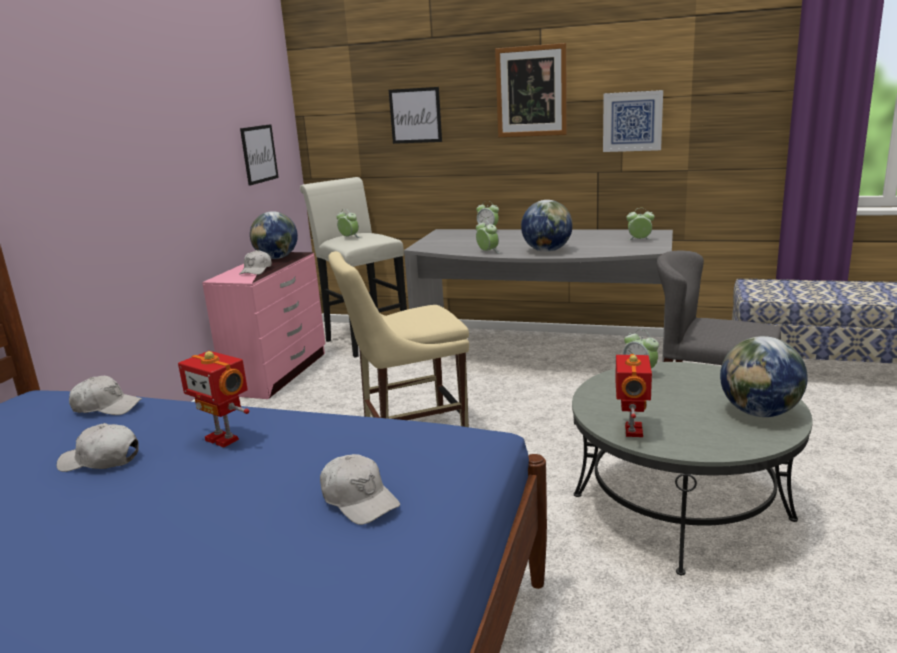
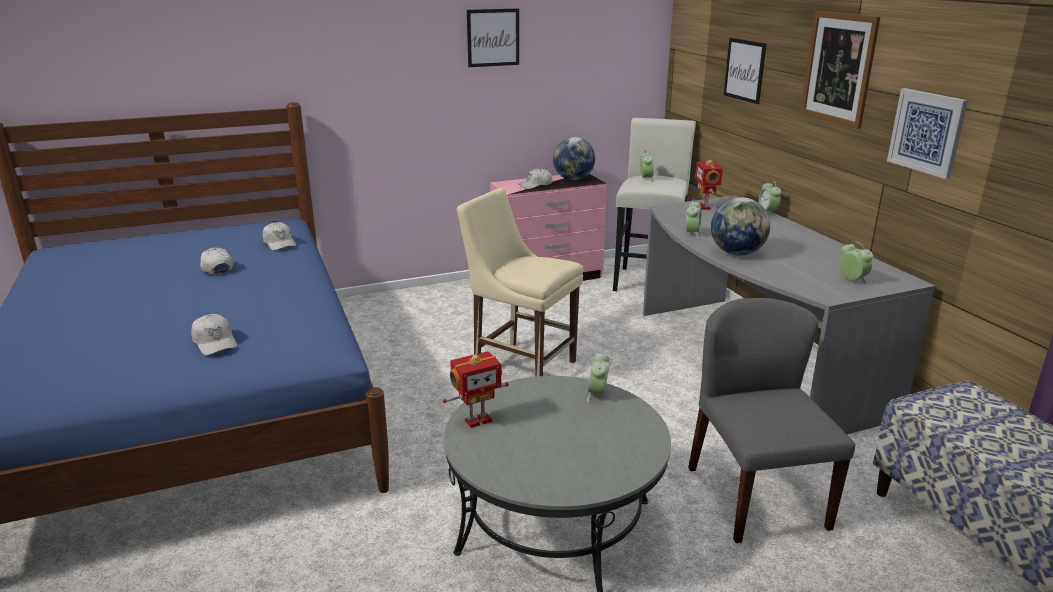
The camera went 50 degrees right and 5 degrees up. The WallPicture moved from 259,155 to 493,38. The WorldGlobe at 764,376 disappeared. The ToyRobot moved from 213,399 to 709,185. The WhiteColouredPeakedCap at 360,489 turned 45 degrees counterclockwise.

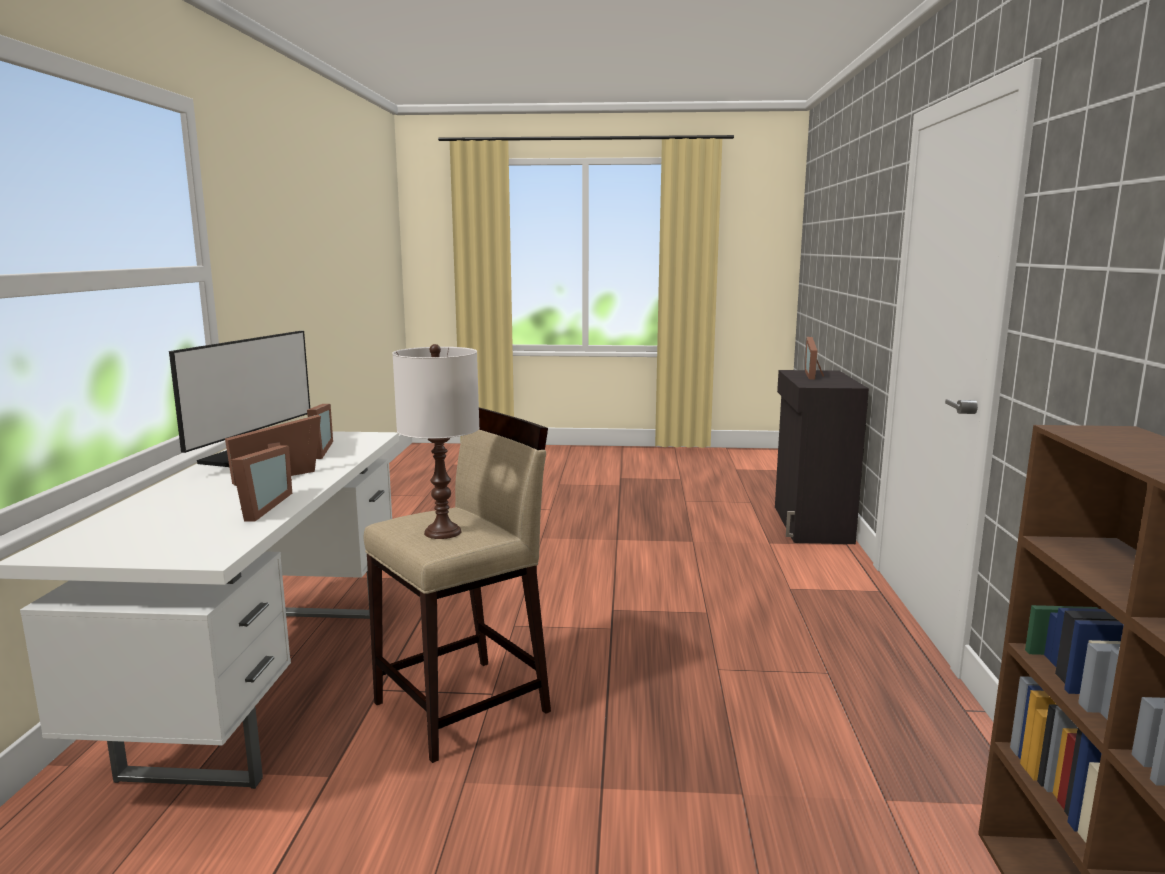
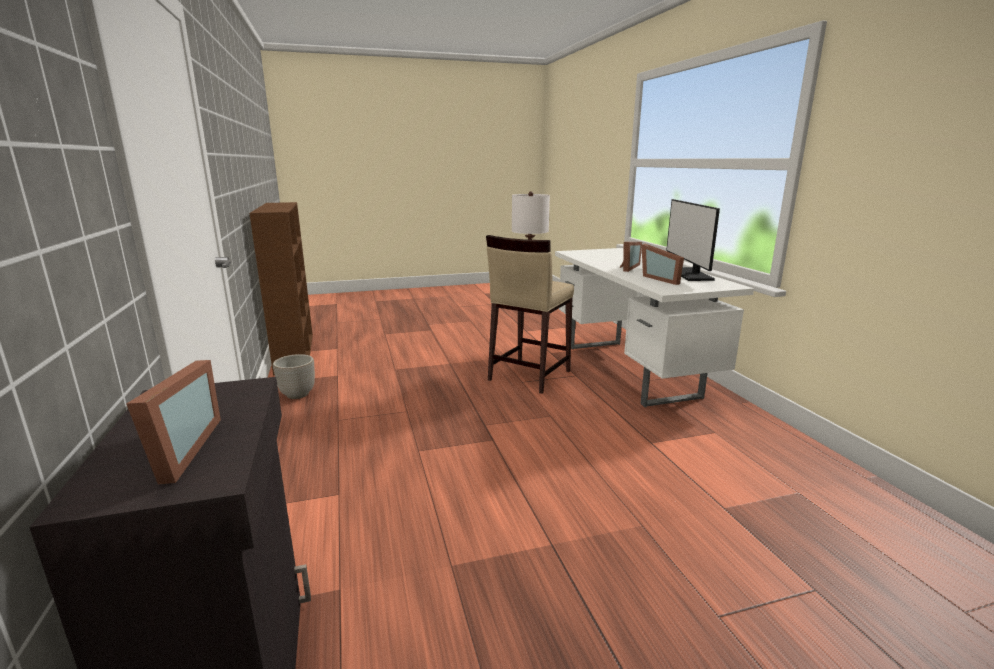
The camera went 160 degrees right and 5 degrees up. The PhotoFrame at 261,484 disappeared. The FlowerPot at 294,376 appeared.

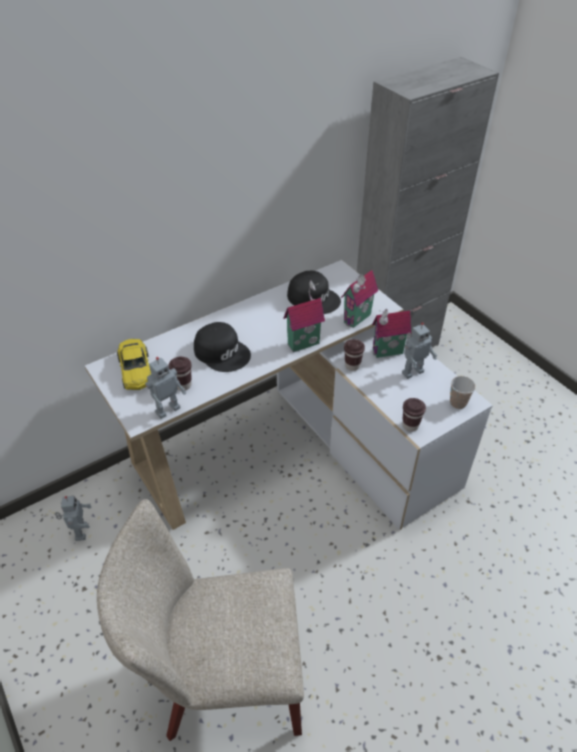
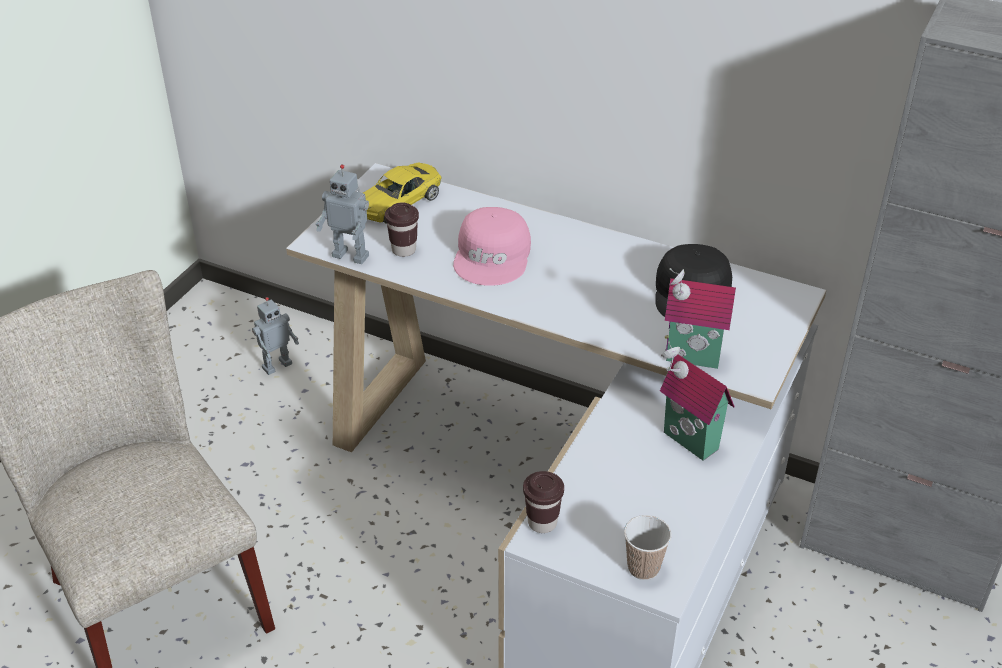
The camera went 60 degrees right and 5 degrees down. The ToyHouse at 304,316 disappeared. The BlackColouredPeakedCap at 222,347 became the PinkishPeakedCap at 492,246. The ToyRobot at 420,350 disappeared. The BrownishSmallCup at 354,355 disappeared.

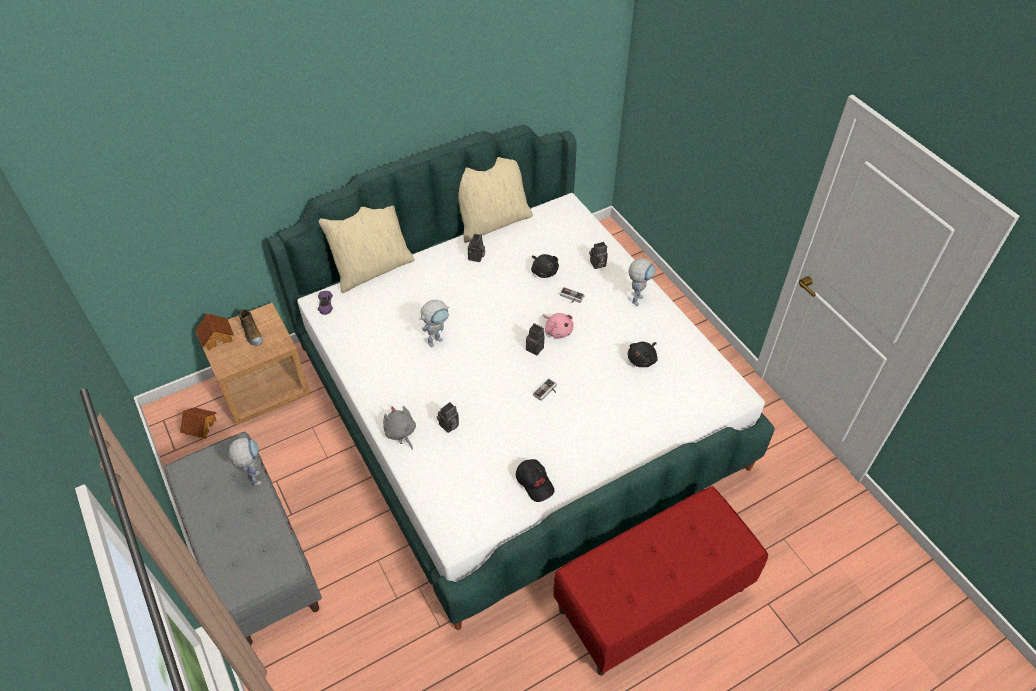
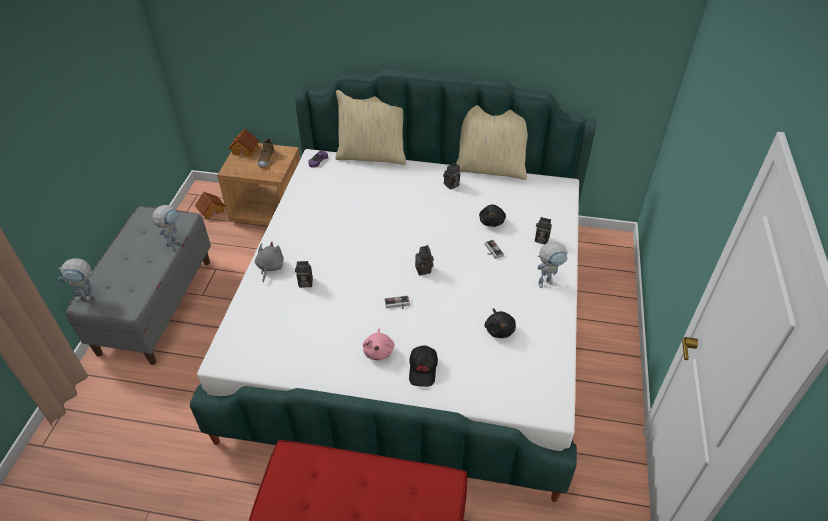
The camera went 40 degrees right and 5 degrees down. The ToyRobot moved from 434,324 to 76,279. The PinkishCuddlyToy moved from 558,326 to 378,344. The BlackColouredCuddlyToy at 643,354 turned 90 degrees counterclockwise. The BlackColouredPeakedCap moved from 535,480 to 423,366.

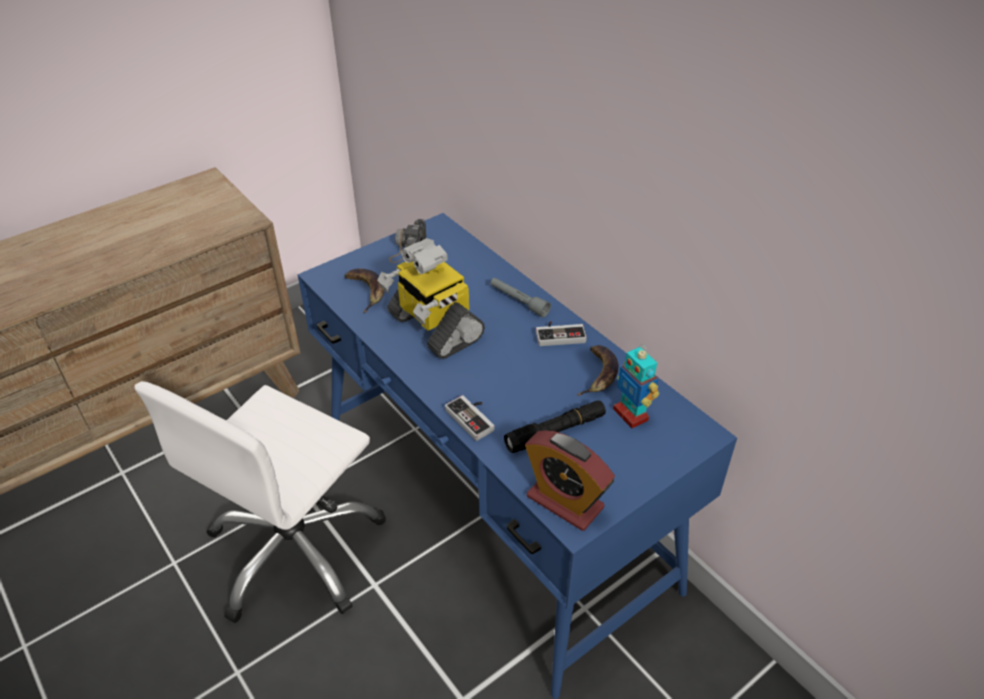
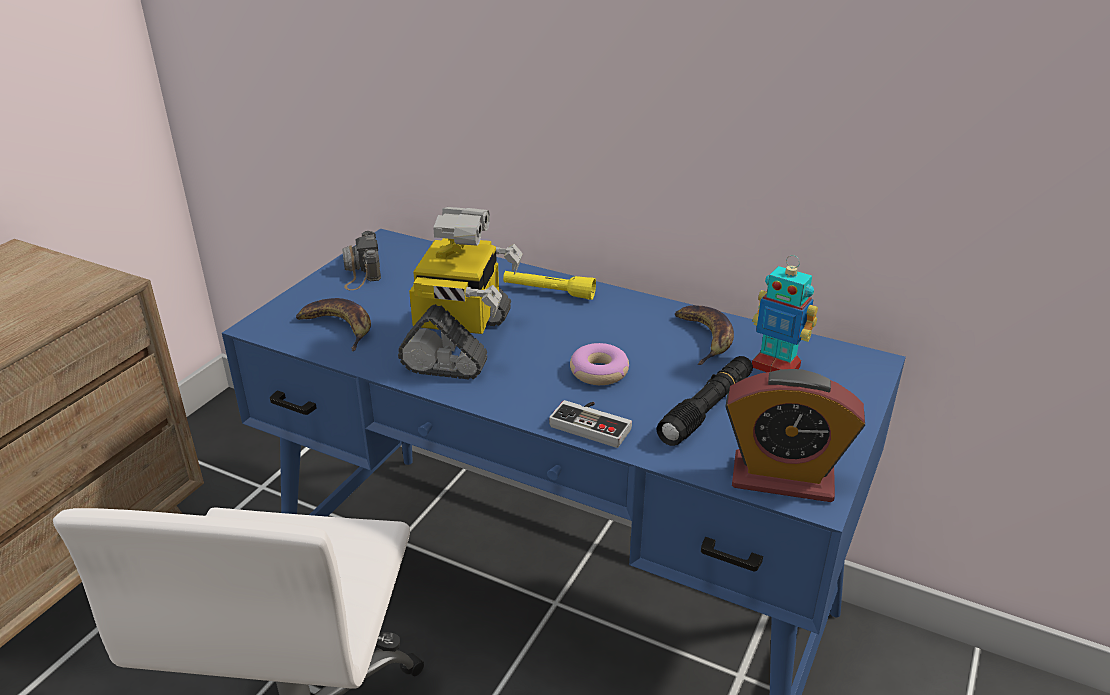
The camera went 25 degrees left and 10 degrees down. The ToyRobot at 431,298 turned 105 degrees counterclockwise. The GreyishHandTorch at 520,297 became the YellowHandTorch at 549,285. The Gamepad at 561,333 disappeared. The RingDoughnut at 599,364 appeared.

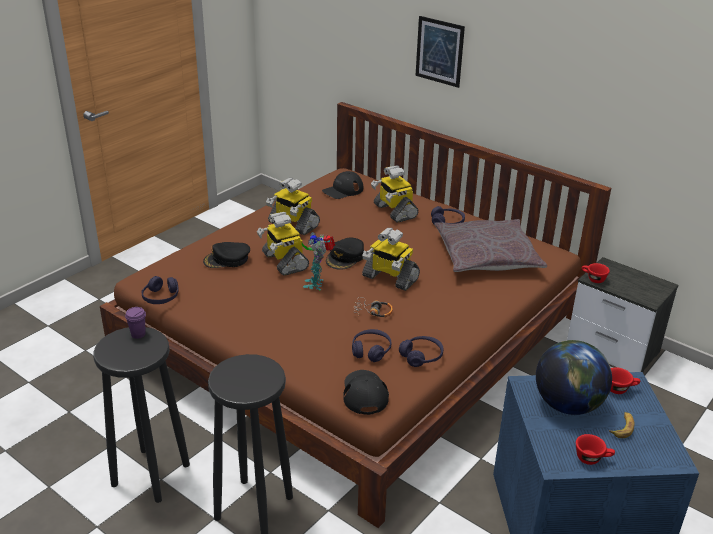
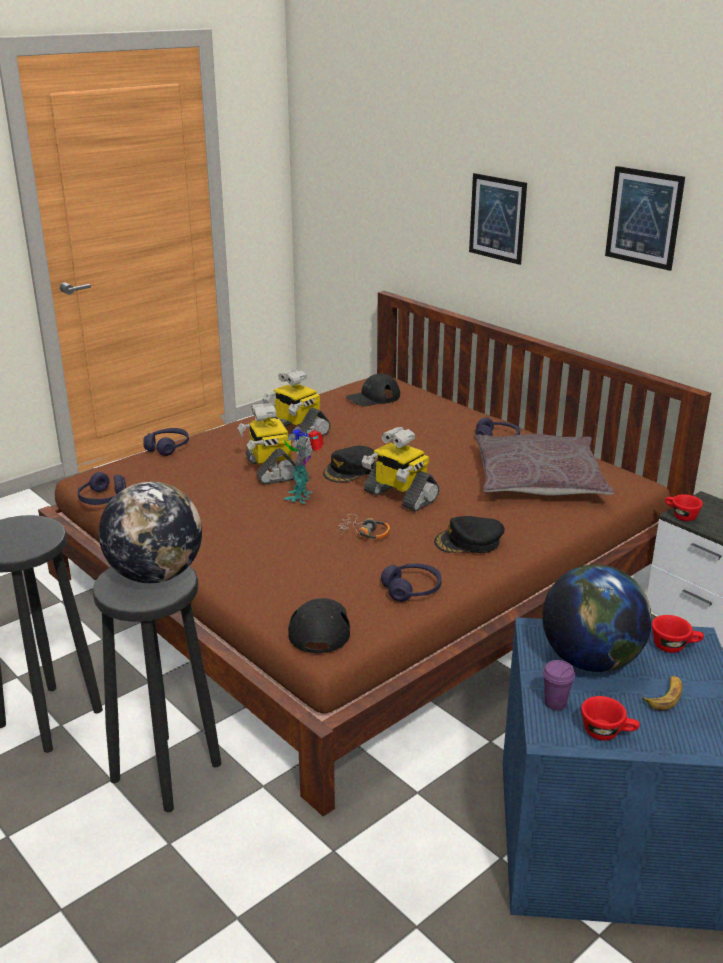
The camera went 10 degrees right and 5 degrees down. The ToyRobot at 395,194 disappeared. The BlackColouredPeakedCap moved from 226,255 to 469,534. The PurpleSmallCup moved from 135,323 to 559,685. The PurpleHeadphones moved from 371,345 to 166,442. The WallPicture at 645,218 appeared. The WorldGlobe at 150,532 appeared.

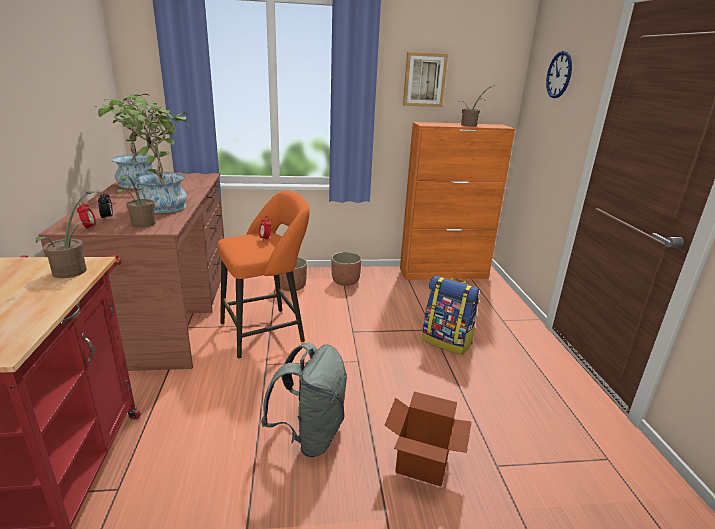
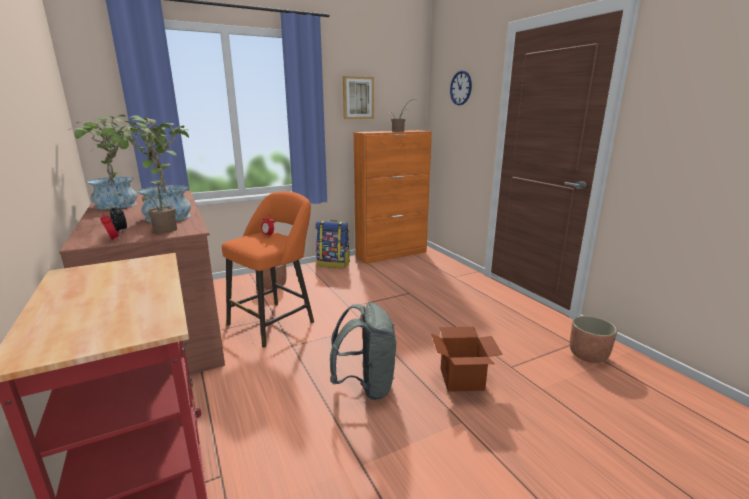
The camera went 20 degrees left and 5 degrees down. The PlantInAPot at 68,234 disappeared. The FlowerPot moved from 346,269 to 593,339. The Knapsack moved from 450,315 to 333,244.

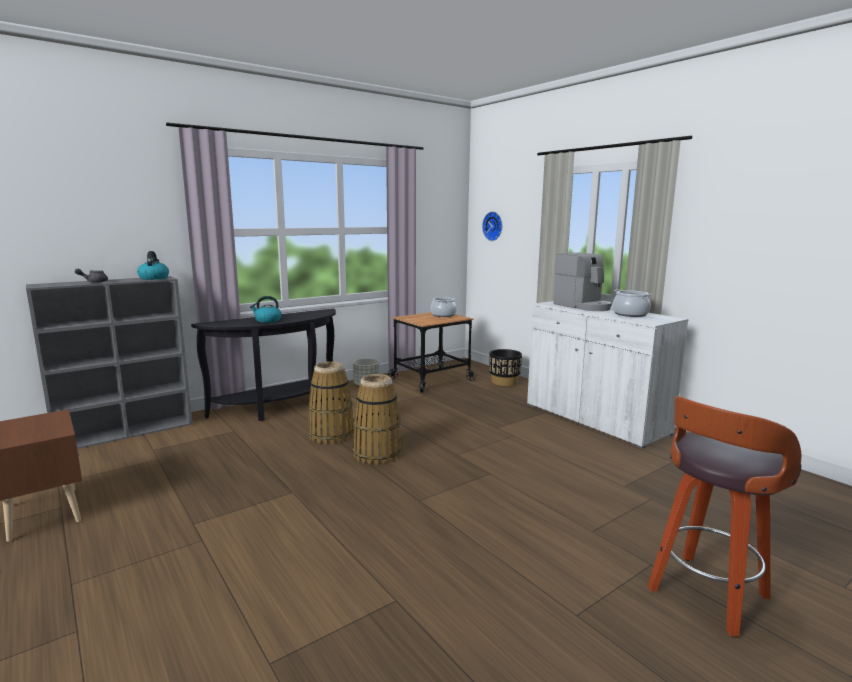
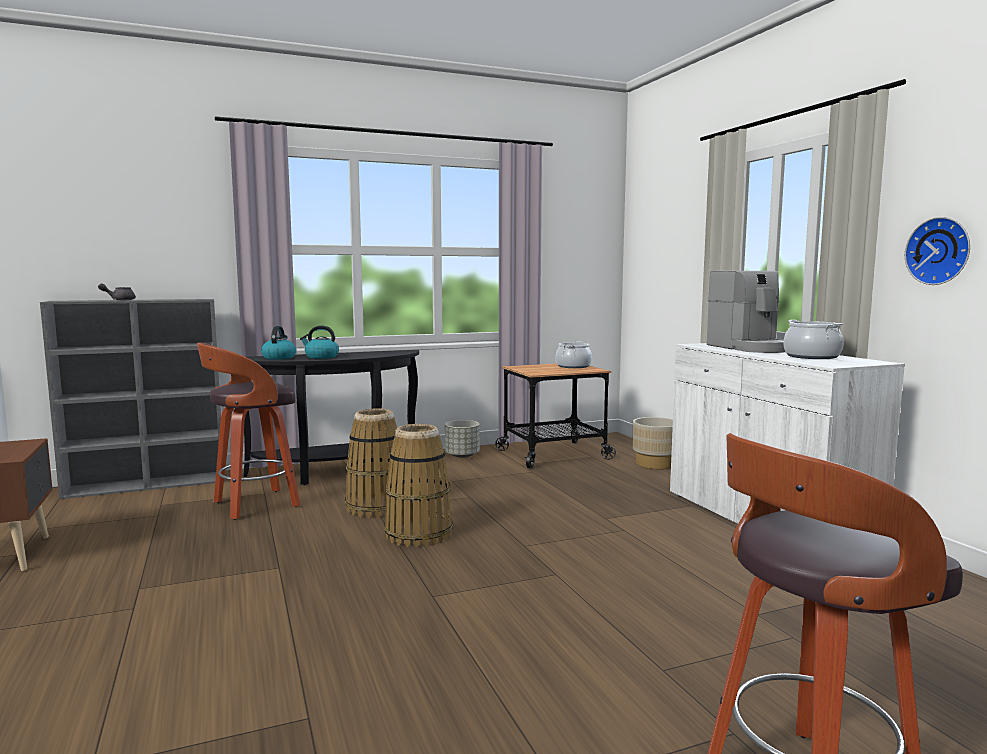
The camera went 15 degrees right and 5 degrees down. The HangingClock moved from 492,226 to 937,251. The TeaKettle moved from 153,265 to 278,343. The BlackColouredFlowerPot at 505,367 became the BeigeColouredFlowerPot at 653,443. The SittingStool at 248,431 appeared.

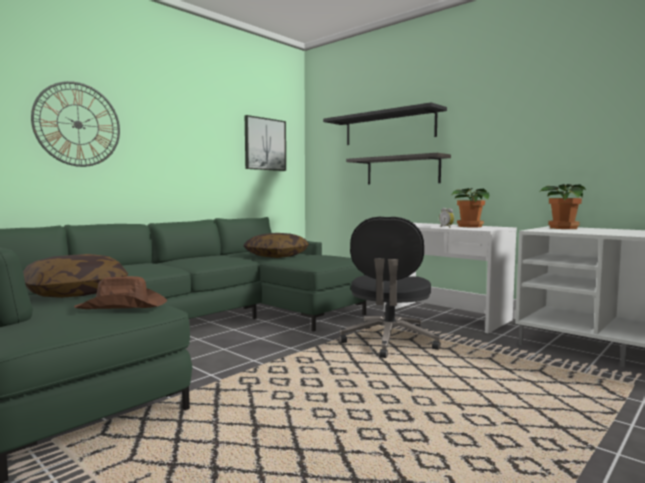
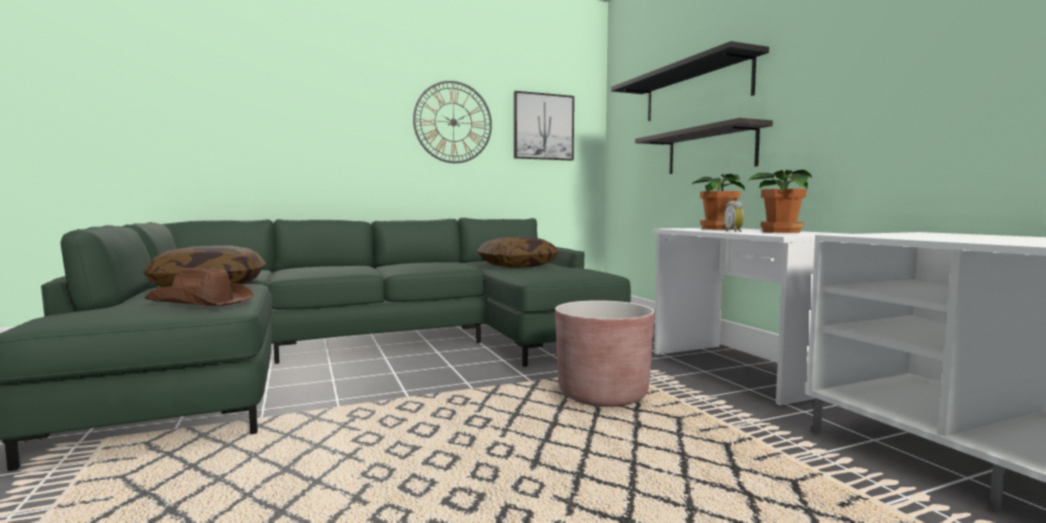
The camera went 25 degrees right and 0 degrees up. The HangingClock moved from 75,124 to 452,122. The PlantInAPot moved from 562,206 to 718,202. The BlackColouredComputerChair at 390,287 was replaced by the BrownishFlowerPot at 605,353.

